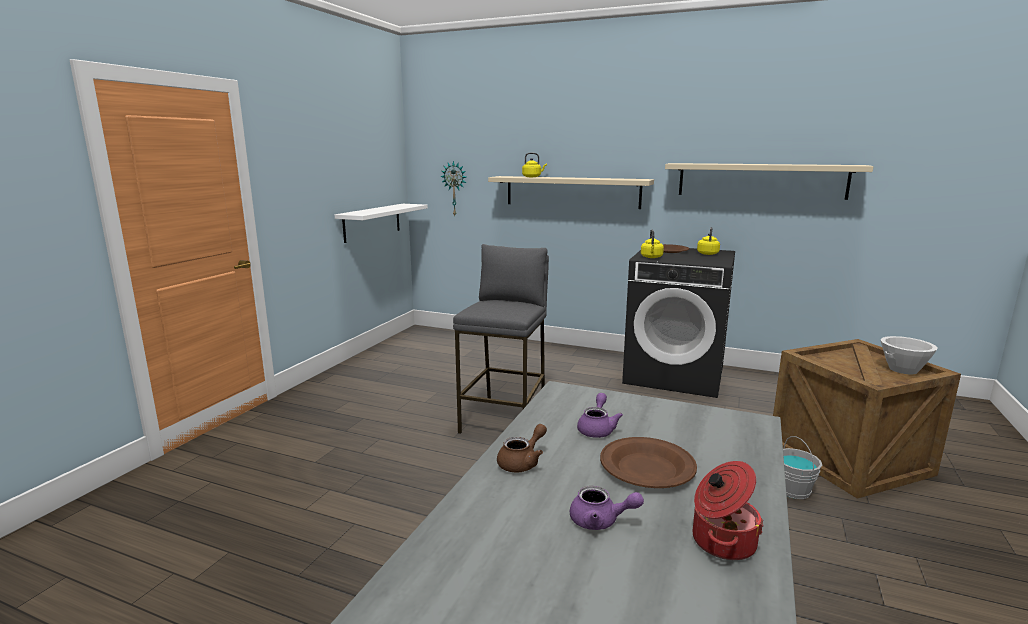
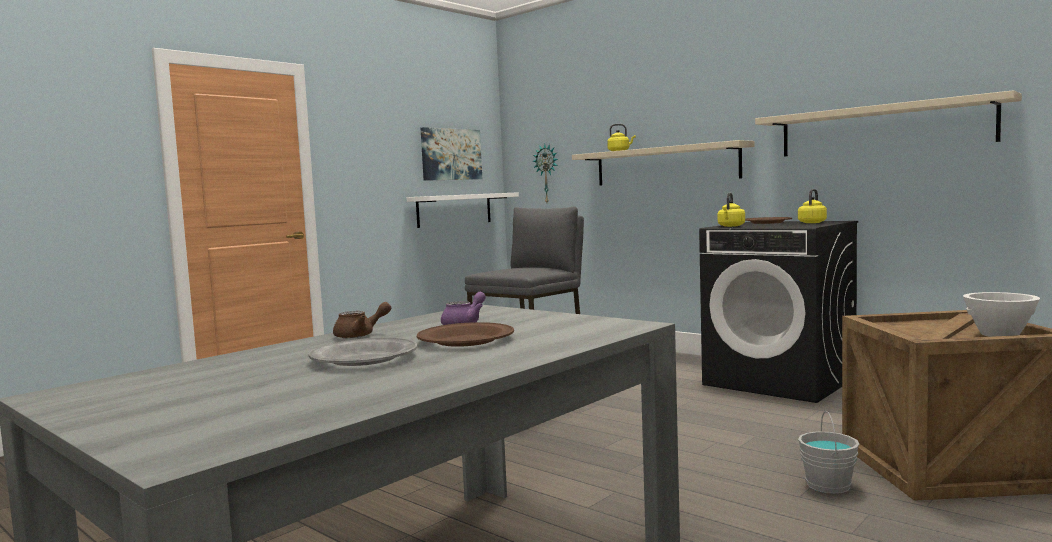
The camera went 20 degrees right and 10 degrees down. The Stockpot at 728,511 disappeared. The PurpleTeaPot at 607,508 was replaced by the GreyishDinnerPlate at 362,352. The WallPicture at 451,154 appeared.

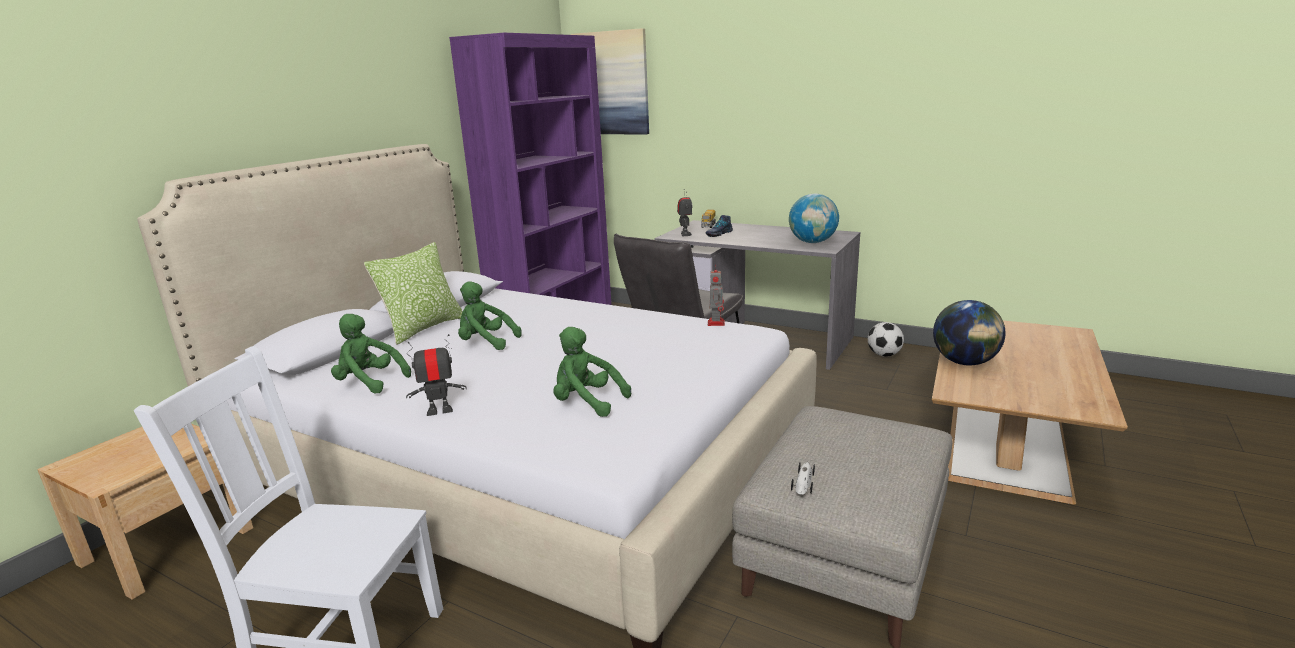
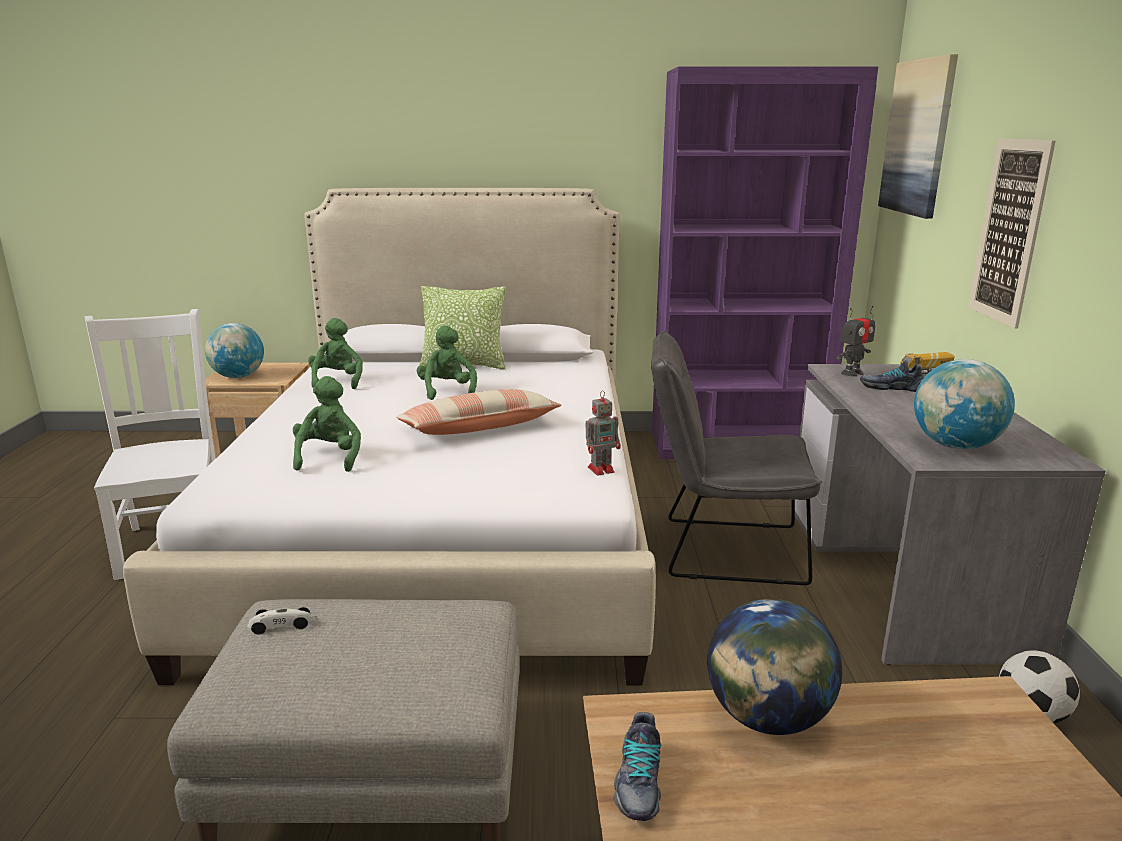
The camera went 60 degrees right and 0 degrees up. The ToyRobot at 436,375 disappeared. The WallPicture at 1012,234 appeared. The WorldGlobe at 234,350 appeared. The ThrowPillow at 478,412 appeared. The LowShoe at 637,766 appeared.

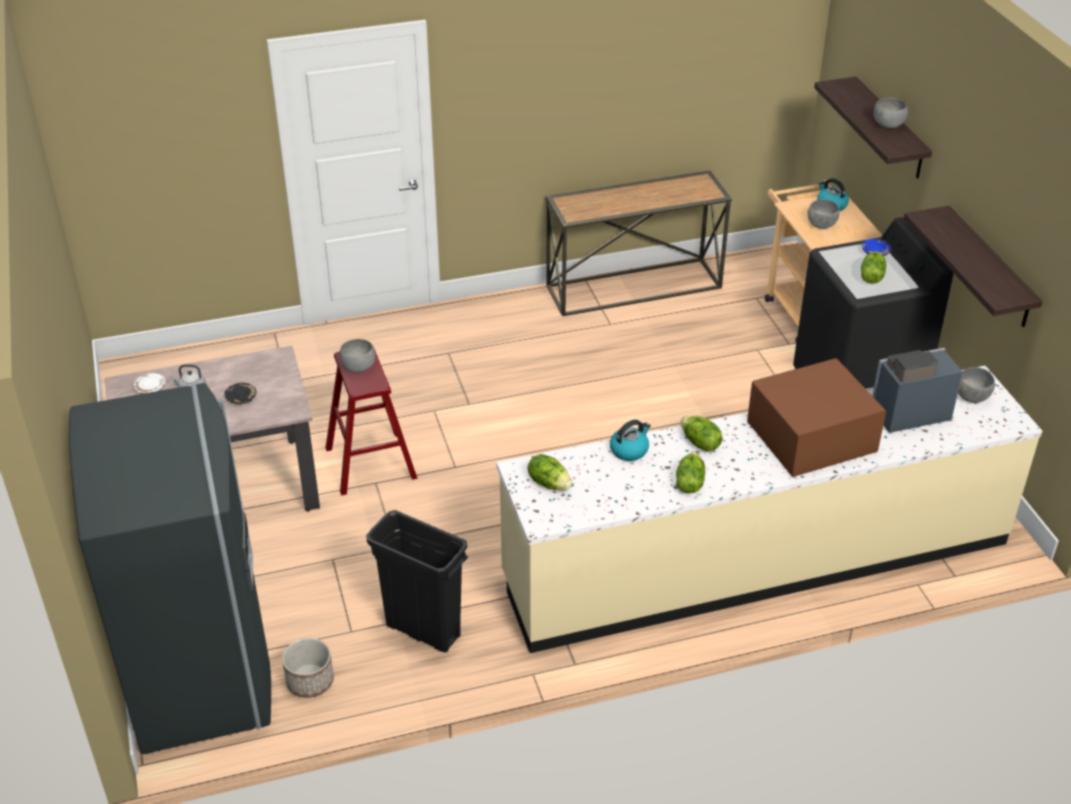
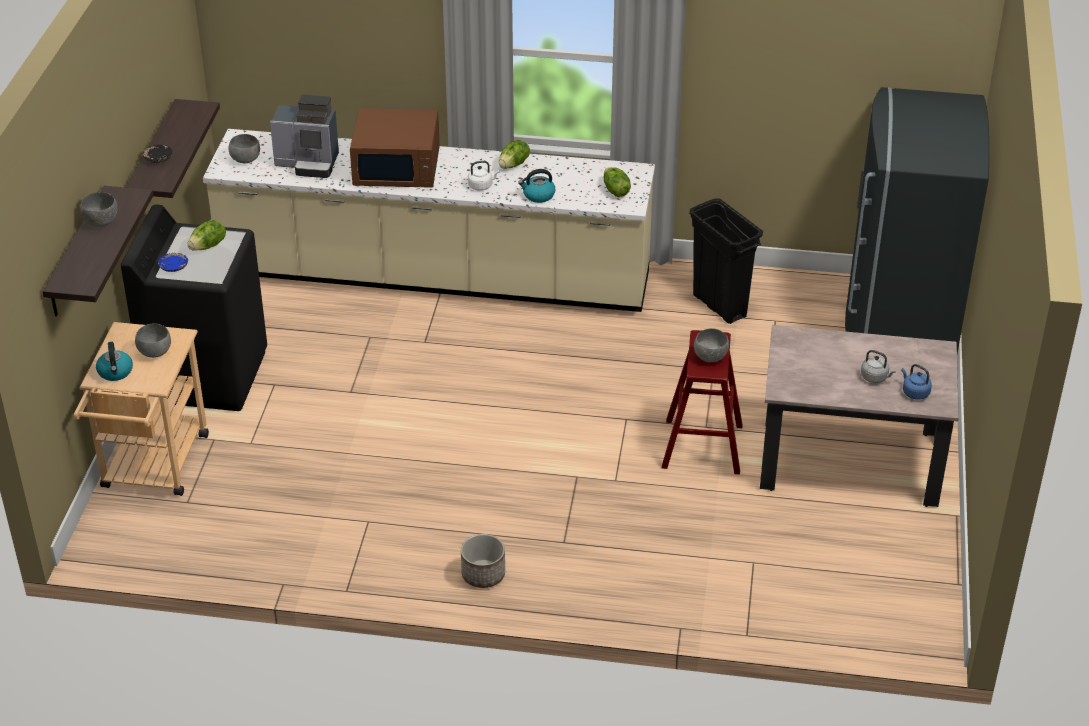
The camera went 155 degrees left and 0 degrees up. The NarrowTable at 639,243 disappeared. The WhiteColouredDinnerPlate at 149,383 was replaced by the BlueColouredTeaKettle at 916,381. The BlackColouredDinnerPlate moved from 240,393 to 157,154. The LettuceHead at 702,434 was replaced by the WhiteColouredTeaKettle at 484,176. The FlowerPot moved from 308,668 to 483,561.

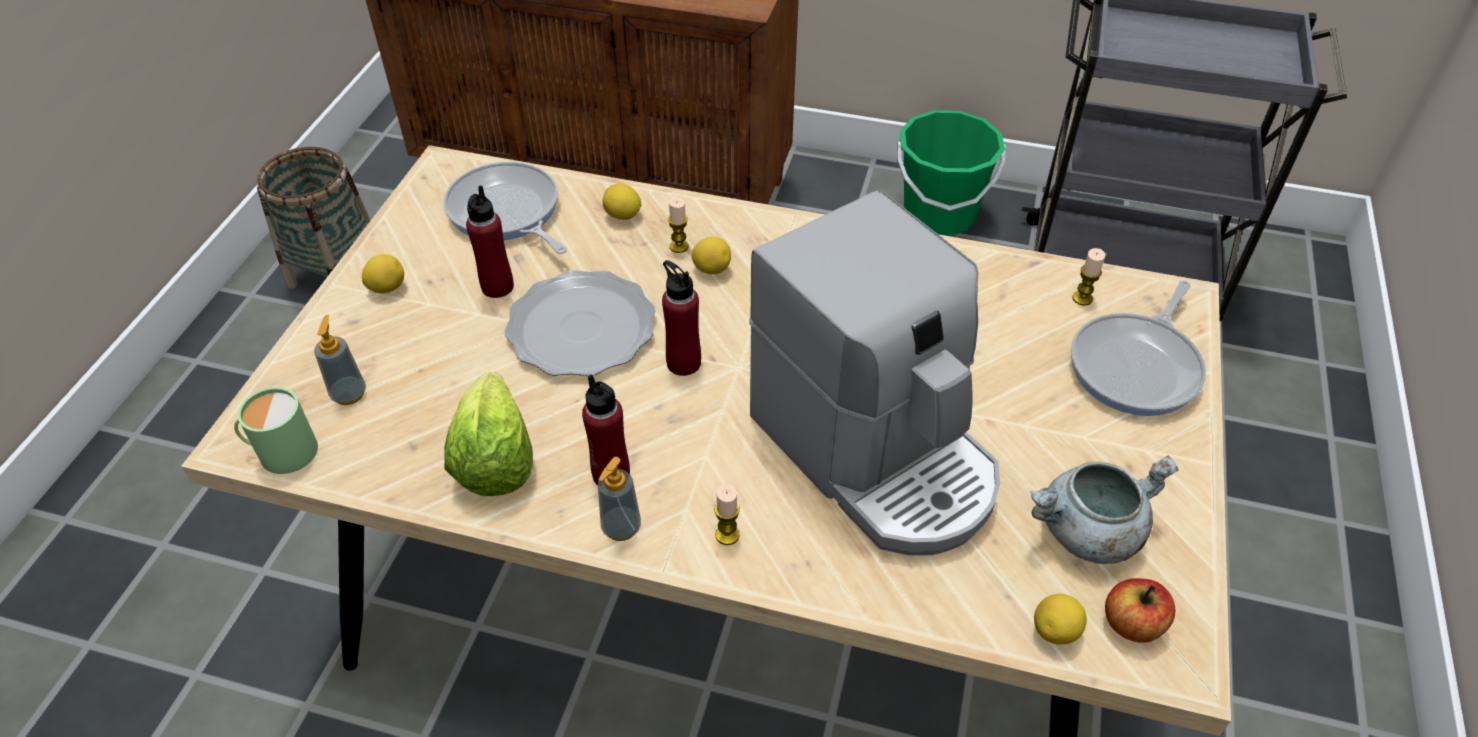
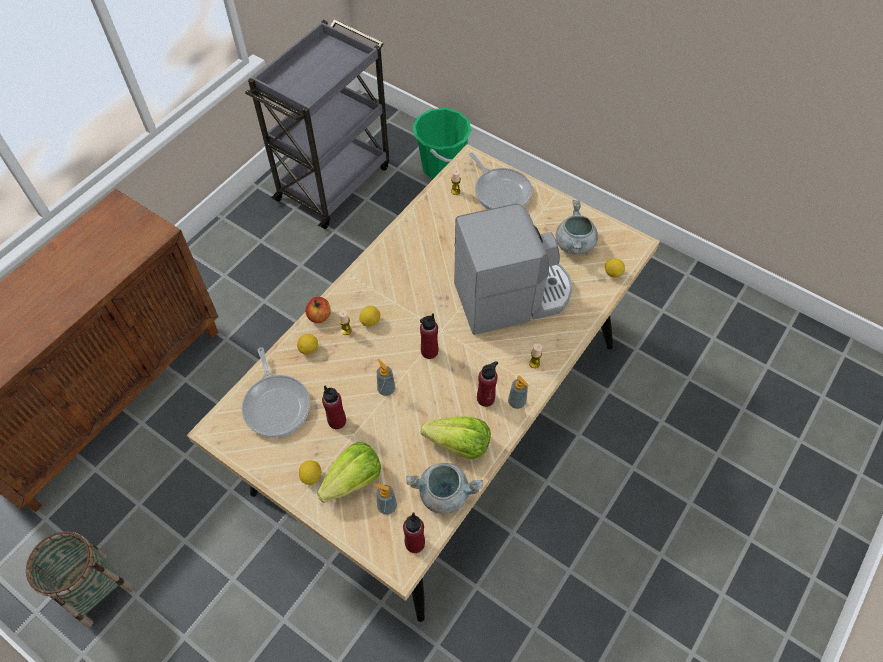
The camera went 70 degrees left and 10 degrees up. The GreenishWaterBucket moved from 951,173 to 442,143. The Pan at 505,208 turned 90 degrees counterclockwise. The DinnerPlate at 580,323 was replaced by the SoapDispenser at 386,377. The GreenishTeaMug at 276,430 was replaced by the RedColouredBeverageBottle at 414,532. The Apple moved from 1140,610 to 318,310. The LettuceHead at 349,472 appeared. The GreyishStockpot at 444,488 appeared.

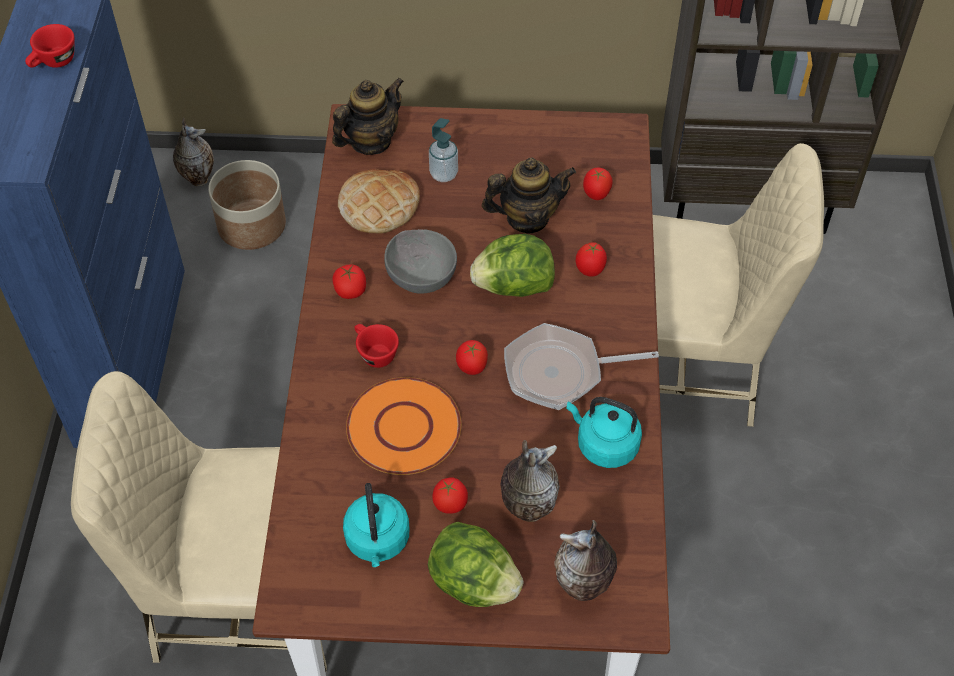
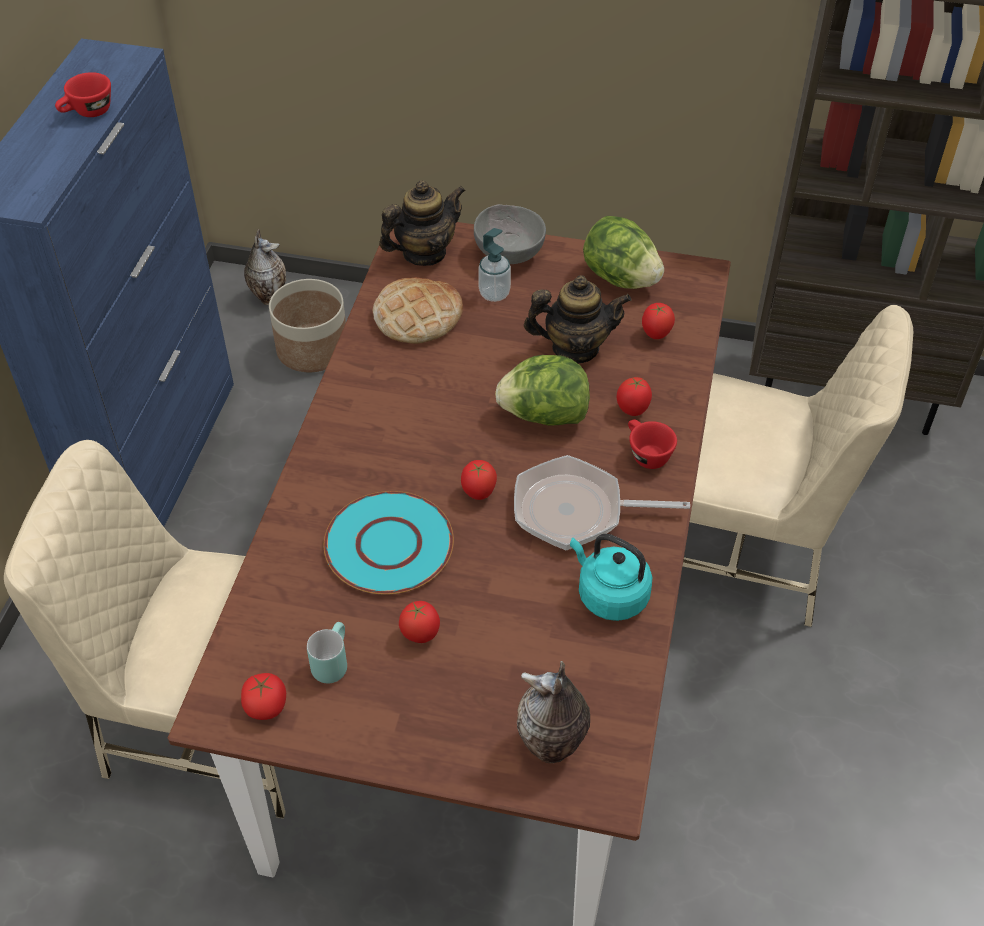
The camera went 10 degrees right and 5 degrees down. The GreyishDeepDish moved from 420,261 to 510,234. The WholeTomato moved from 349,281 to 263,696. The RedColouredSmallCup moved from 376,346 to 652,444. The OrangeyDinnerPlate at 403,426 became the TurquoiseColouredDinnerPlate at 389,542. The Vase at 530,481 disappeared. The TurquoiseColouredTeaKettle at 376,525 was replaced by the TurquoiseColouredTeaMug at 327,653. The LettuceHead moved from 476,564 to 623,252.

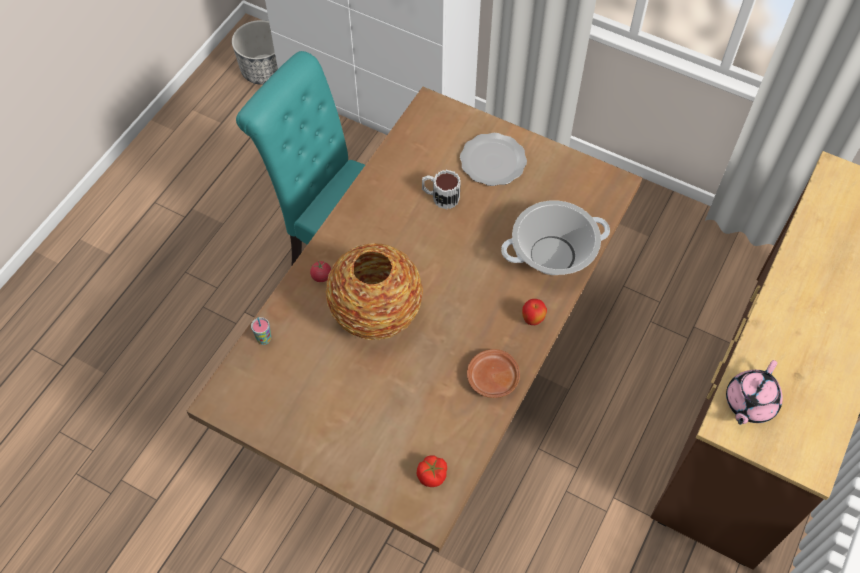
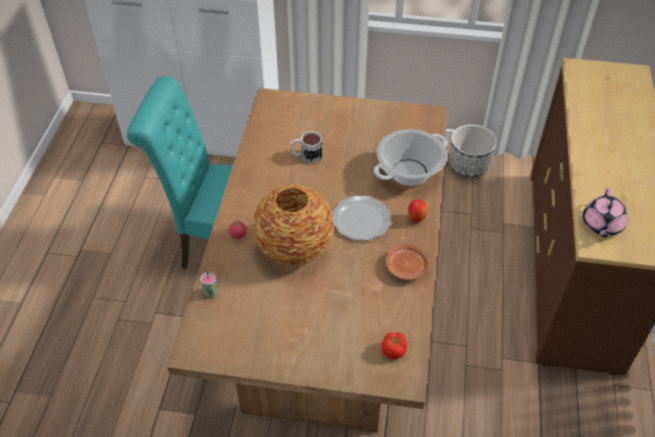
The camera went 20 degrees left and 10 degrees down. The FlowerPot moved from 255,52 to 473,151. The DinnerPlate moved from 493,159 to 361,218.

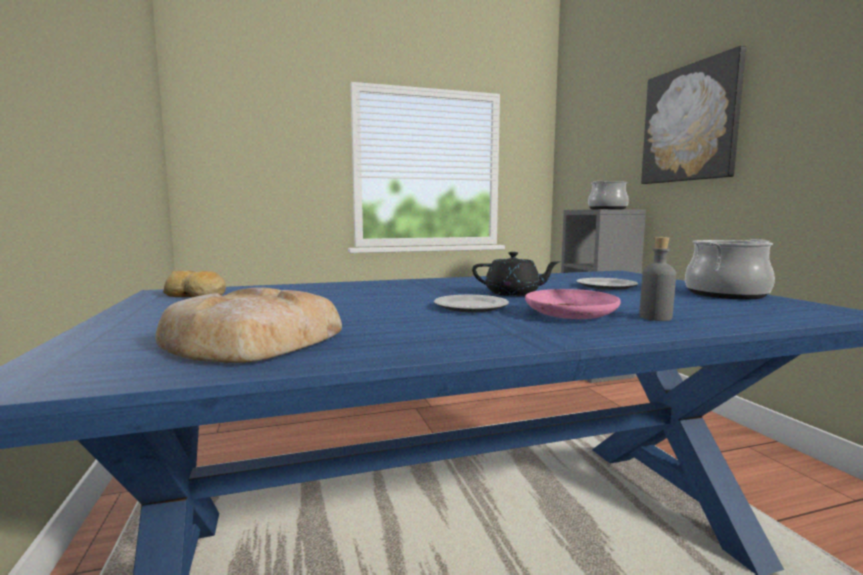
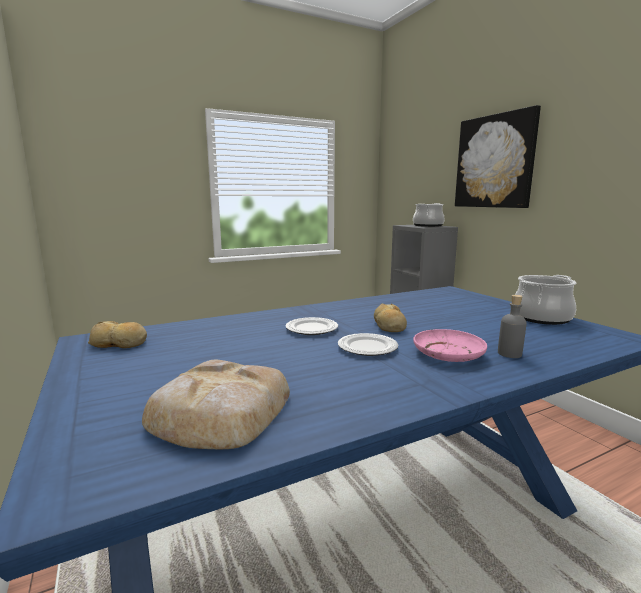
The camera went 10 degrees left and 5 degrees up. The BlackColouredTeaPot at 516,274 was replaced by the Bread at 390,318. The DinnerPlate moved from 607,284 to 311,326.

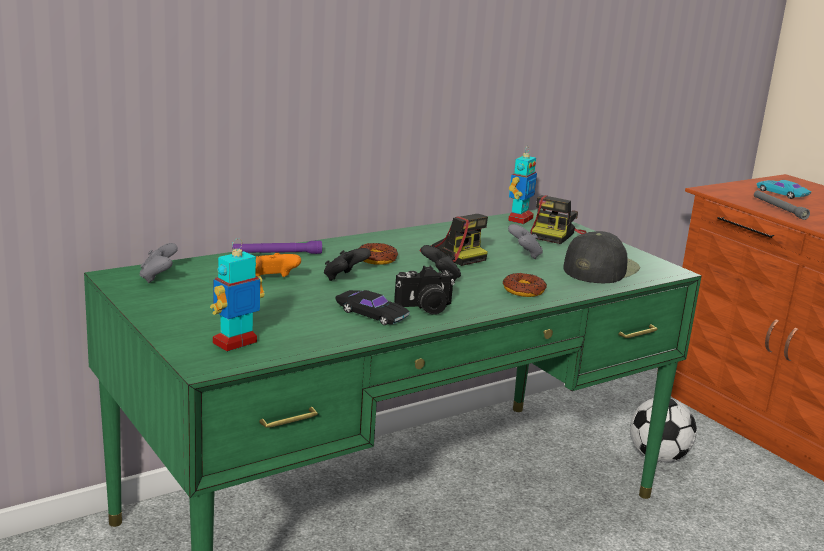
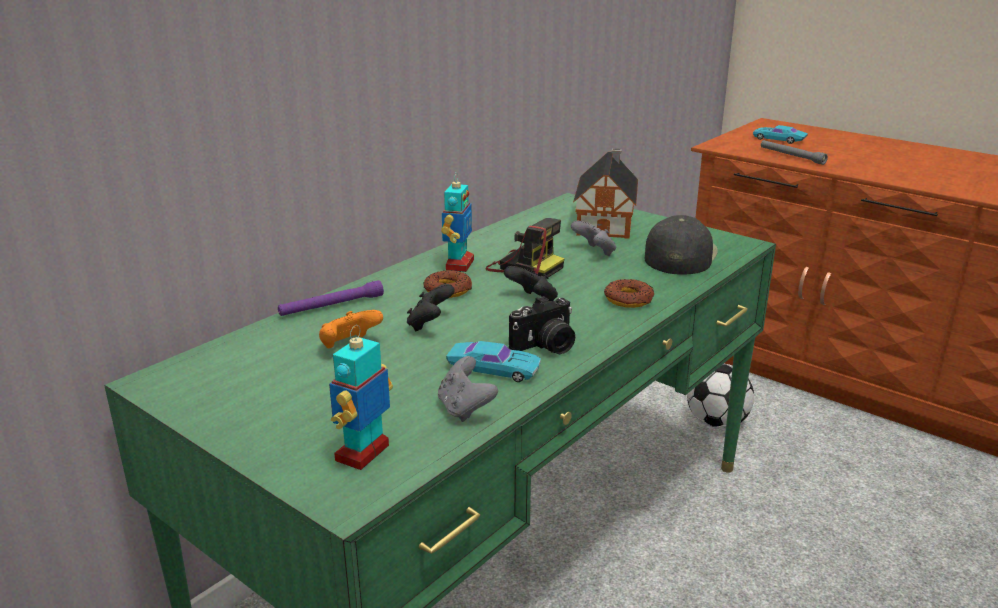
The camera went 15 degrees left and 5 degrees up. The ToyRobot moved from 522,185 to 457,222. The PhotoCamera at 558,219 was replaced by the ToyHouse at 605,193. The GreyishGamepad moved from 158,263 to 468,389. The BlackColouredModelCar at 373,307 became the TurquoiseColouredModelCar at 493,361.

